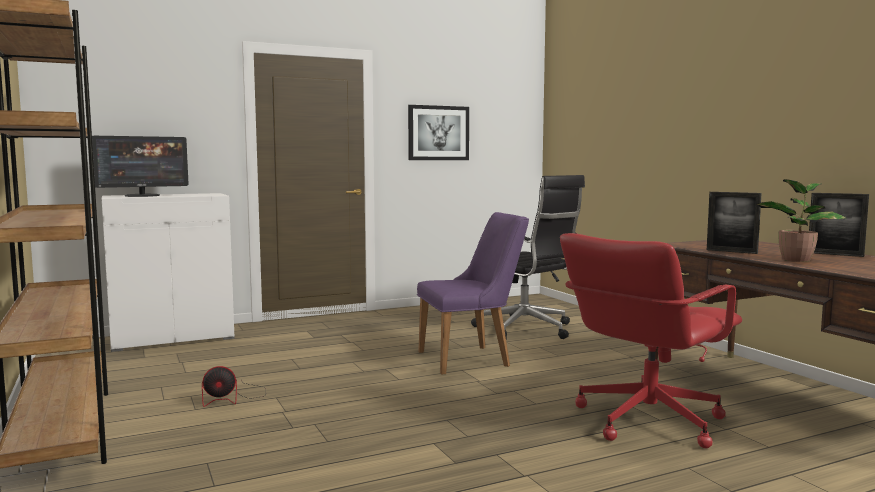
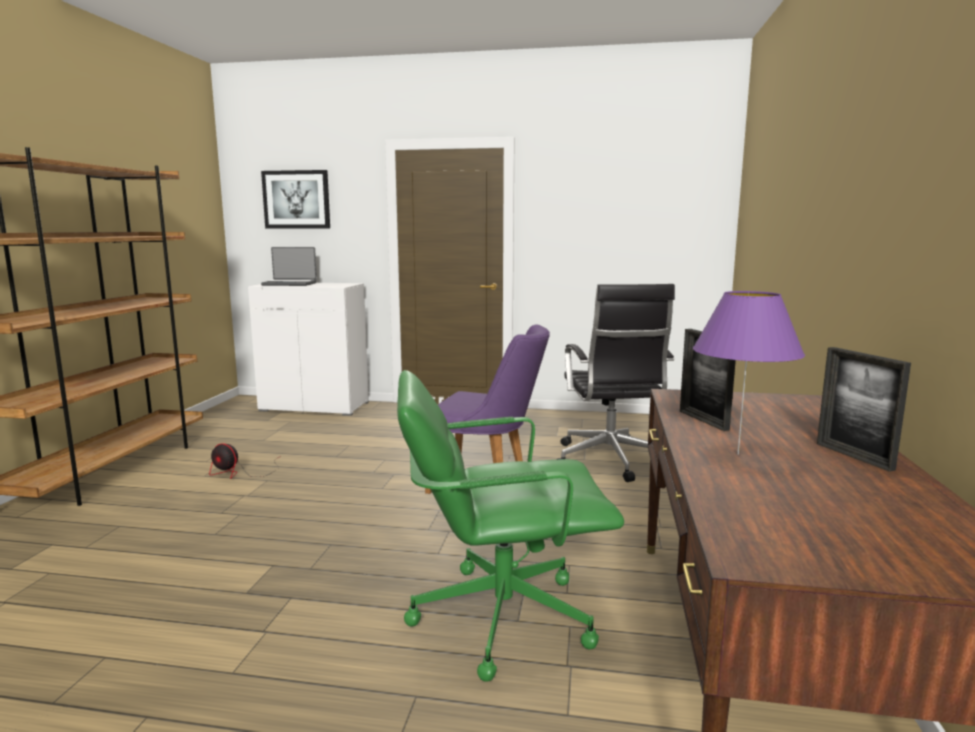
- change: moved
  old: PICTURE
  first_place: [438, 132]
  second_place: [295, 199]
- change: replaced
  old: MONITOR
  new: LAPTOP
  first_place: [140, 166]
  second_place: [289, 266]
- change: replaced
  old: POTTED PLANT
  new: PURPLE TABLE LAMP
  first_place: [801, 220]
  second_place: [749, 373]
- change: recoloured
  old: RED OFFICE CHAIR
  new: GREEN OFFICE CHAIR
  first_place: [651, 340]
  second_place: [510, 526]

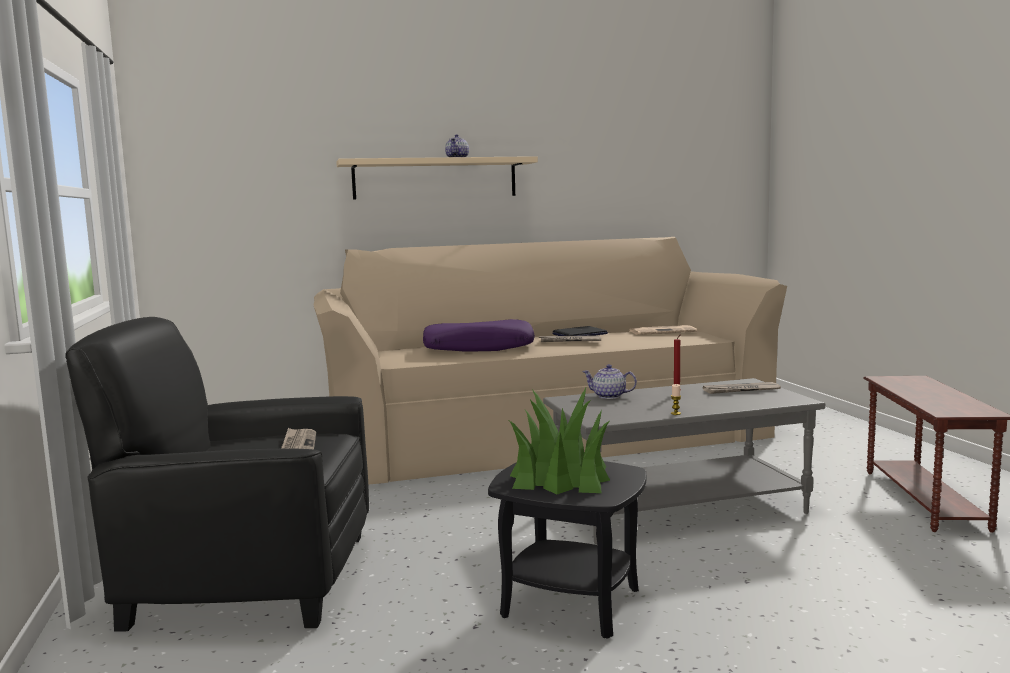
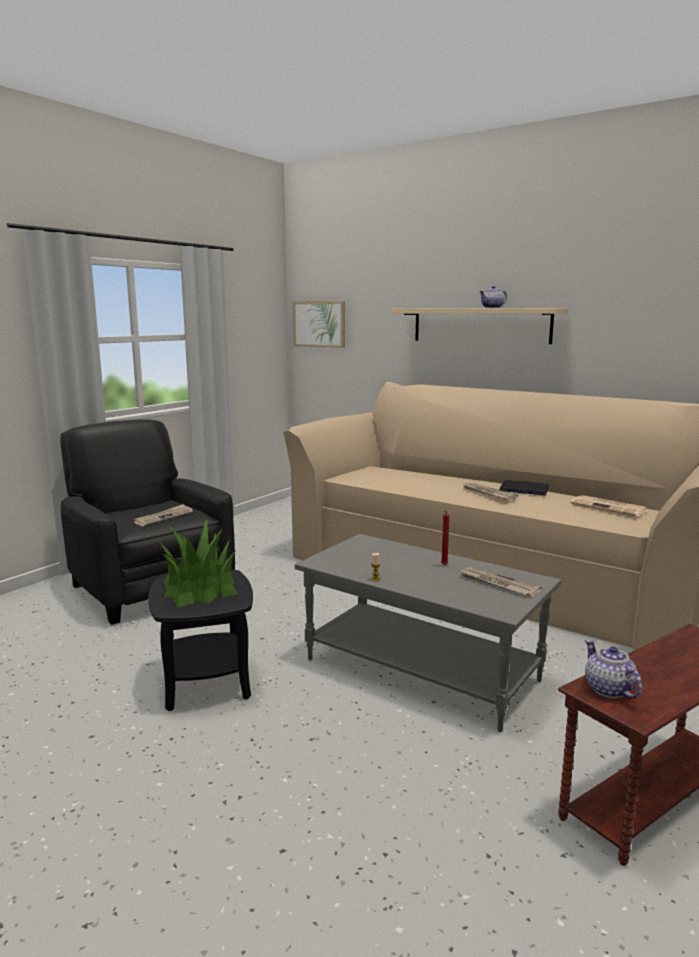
- change: removed
  old: PURPLE PILLOW
  first_place: [479, 335]
- change: moved
  old: TEAPOT
  first_place: [609, 381]
  second_place: [614, 669]
- change: added
  new: PICTURE
  second_place: [319, 324]

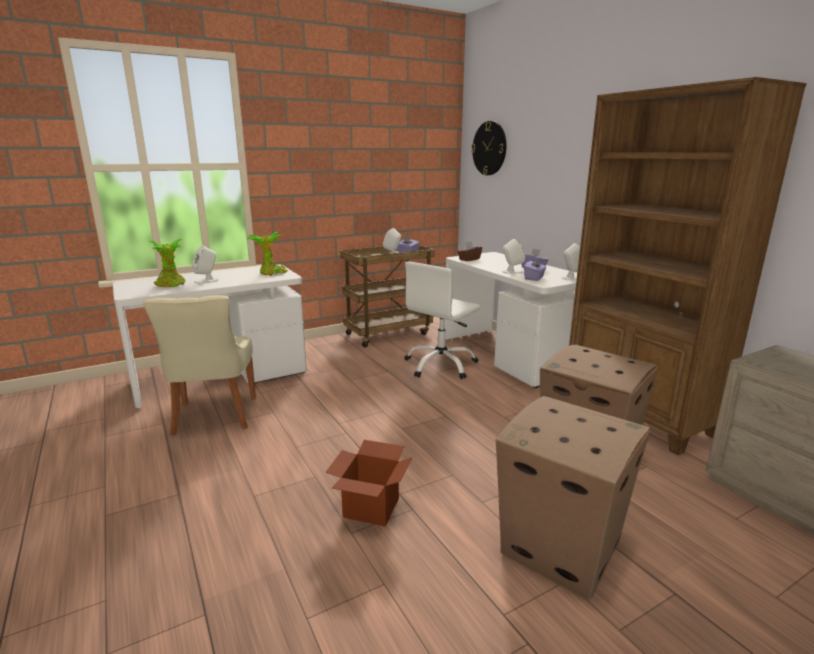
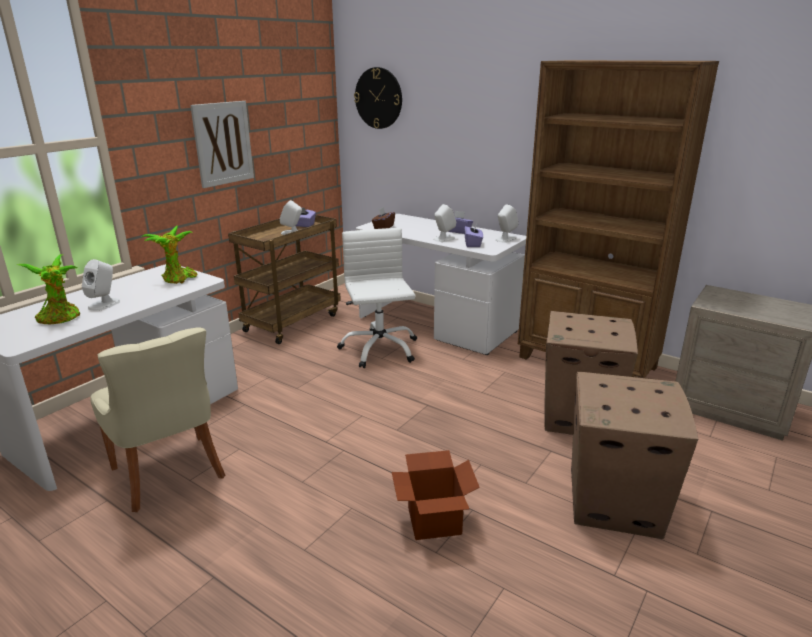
- change: turned
  old: WHITE OFFICE CHAIR
  first_place: [442, 320]
  second_place: [377, 298]
  degrees: 150
- change: added
  new: PICTURE
  second_place: [222, 144]

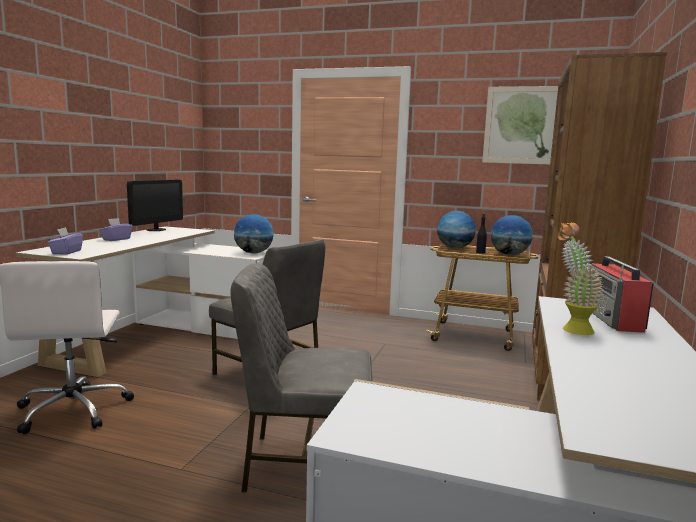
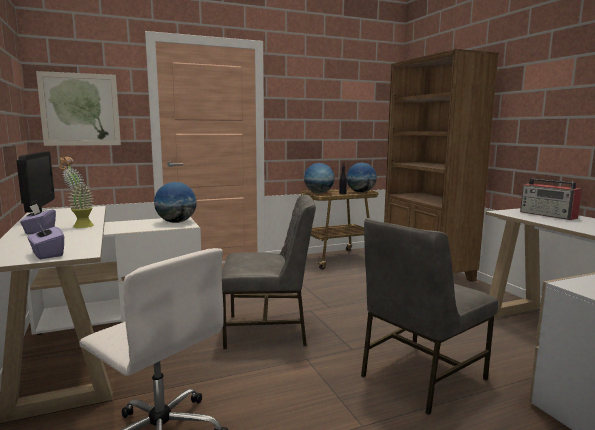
- change: moved
  old: PICTURE
  first_place: [520, 125]
  second_place: [78, 108]
- change: moved
  old: POTTED PLANT
  first_place: [580, 278]
  second_place: [76, 192]

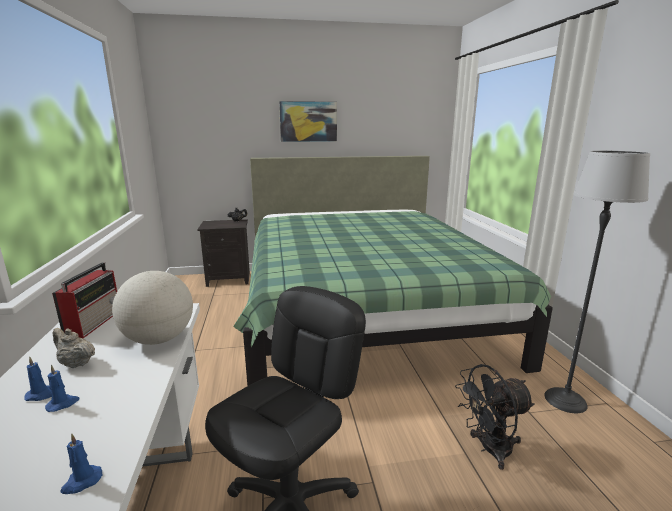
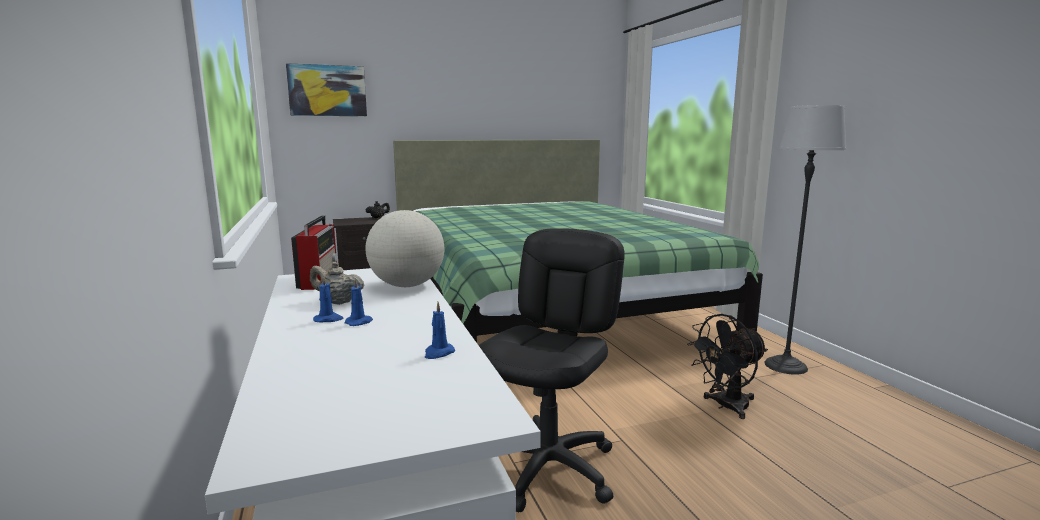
- change: moved
  old: PICTURE
  first_place: [308, 121]
  second_place: [326, 89]

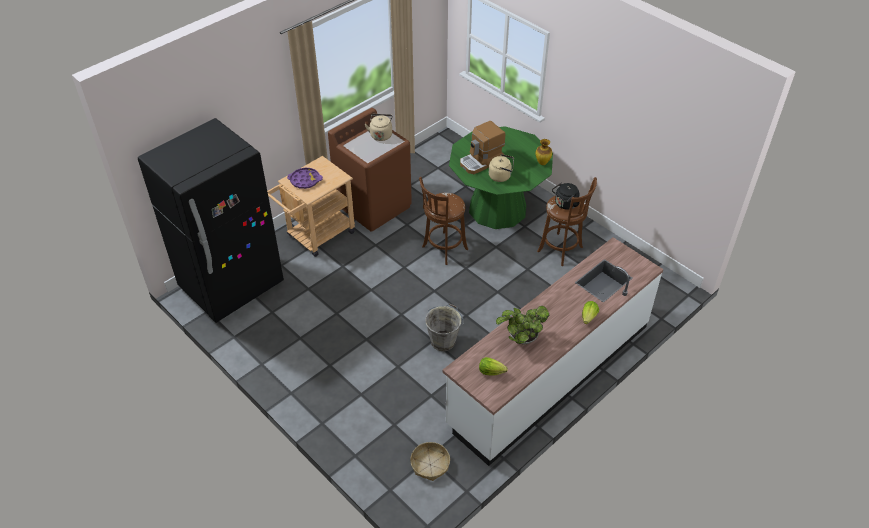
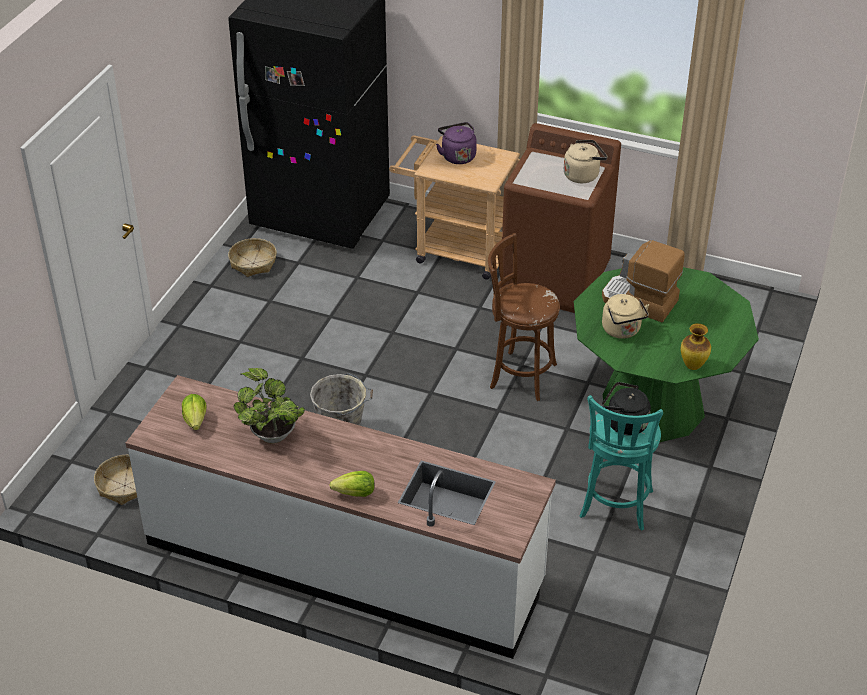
- change: replaced
  old: PURPLE TRAY
  new: PURPLE KETTLE
  first_place: [305, 178]
  second_place: [456, 143]
- change: recoloured
  old: BROWN STOOL
  new: TURQUOISE STOOL
  first_place: [567, 221]
  second_place: [621, 463]
- change: added
  new: BASKET
  second_place: [252, 257]

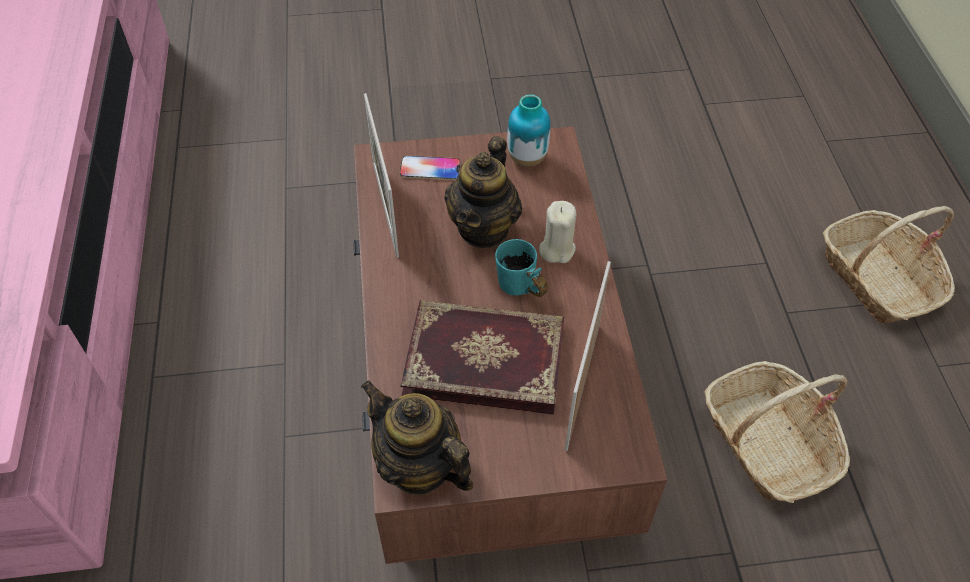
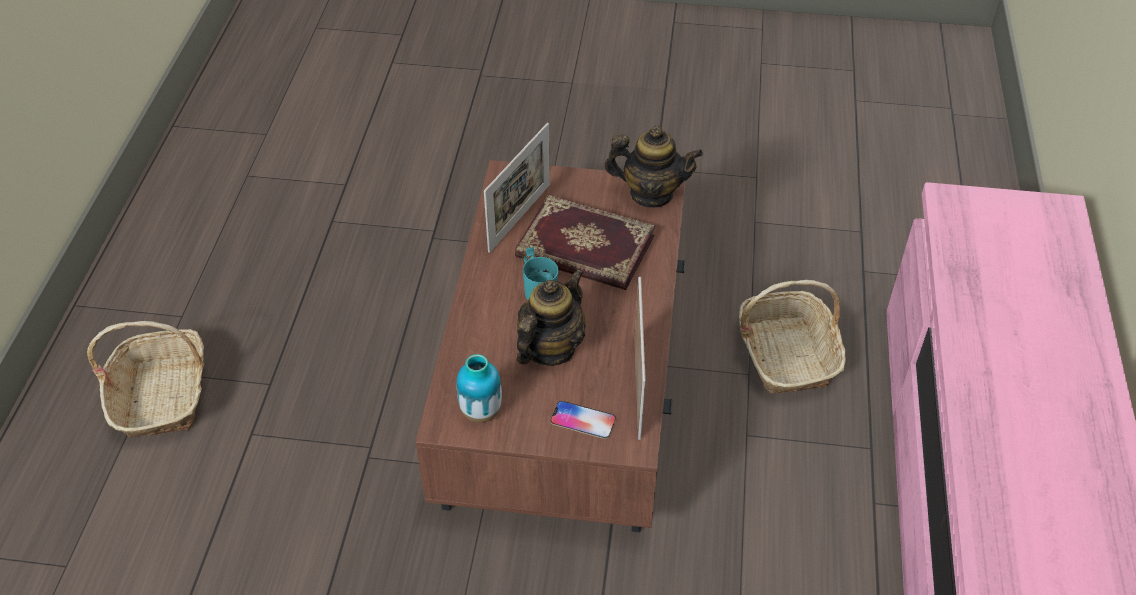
- change: removed
  old: BEIGE CANDLE
  first_place: [557, 232]
- change: moved
  old: BASKET
  first_place: [777, 432]
  second_place: [792, 337]
- change: turned
  old: TEAPOT
  first_place: [417, 437]
  second_place: [653, 167]
  degrees: -45

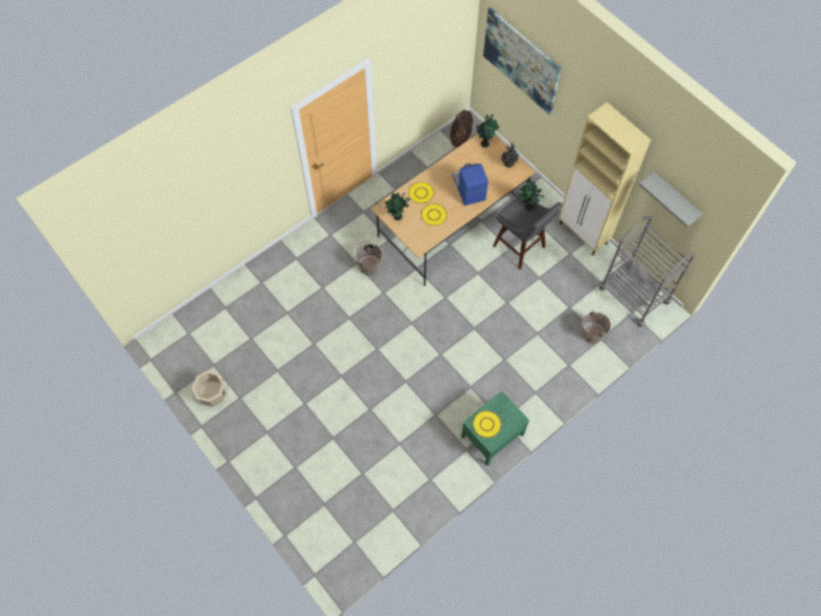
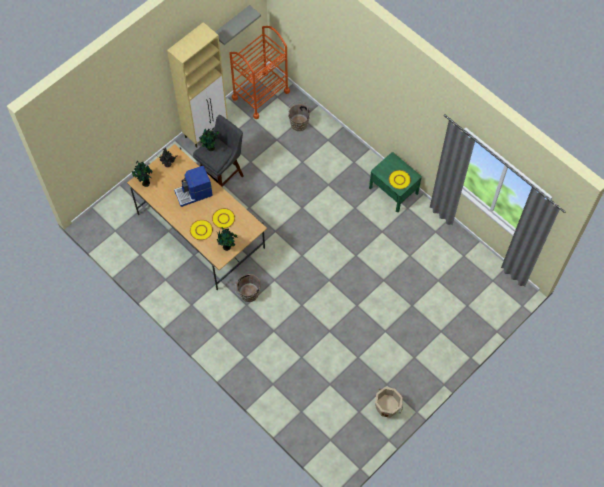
- change: removed
  old: PICTURE
  first_place: [522, 61]
- change: removed
  old: BASKET
  first_place: [461, 128]
- change: recoloured
  old: GREY CART
  new: ORANGE CART
  first_place: [647, 271]
  second_place: [259, 72]

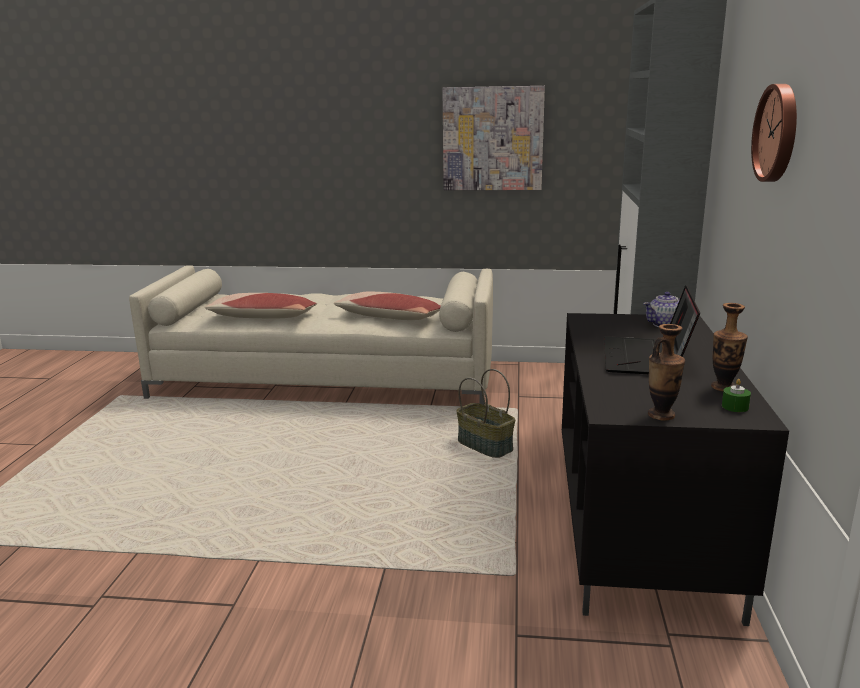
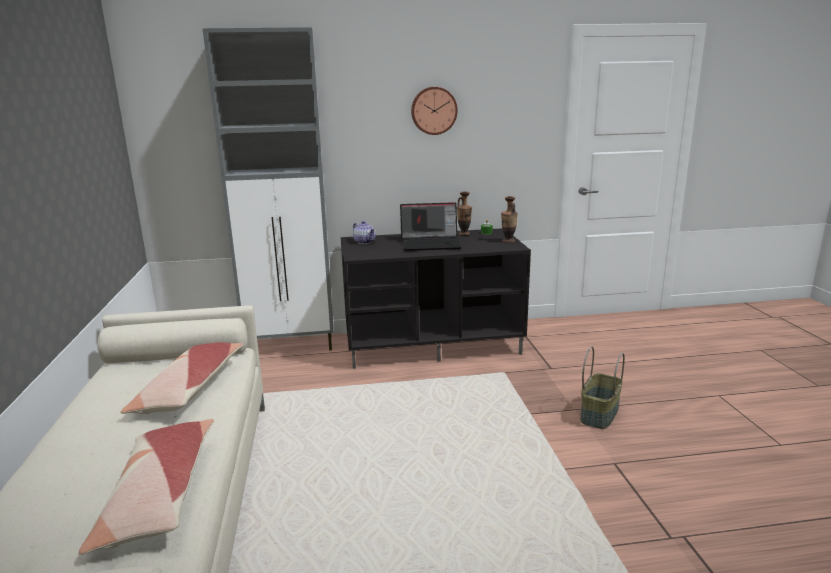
- change: removed
  old: PICTURE
  first_place: [493, 138]
- change: moved
  old: BASKET
  first_place: [485, 413]
  second_place: [602, 387]

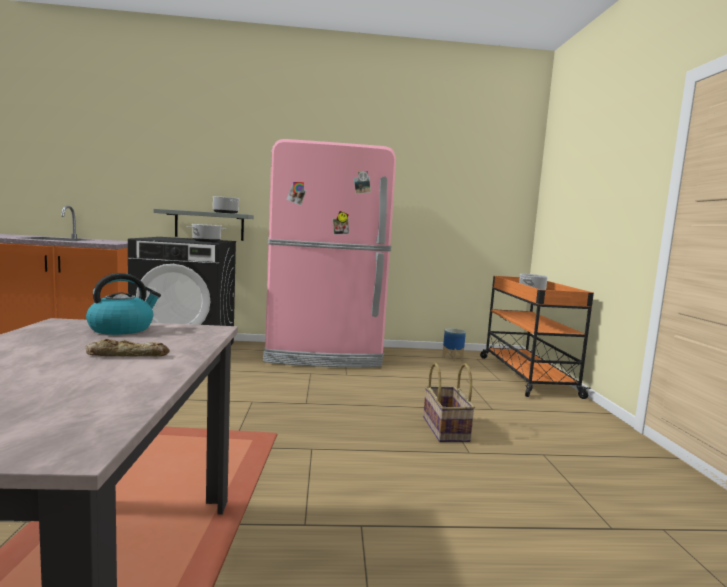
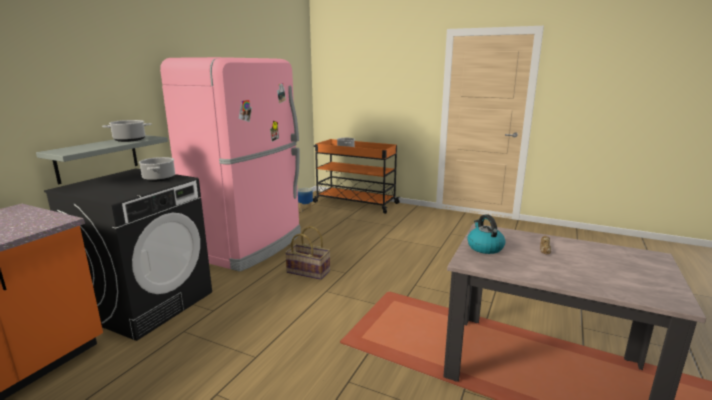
- change: moved
  old: BASKET
  first_place: [449, 402]
  second_place: [307, 253]

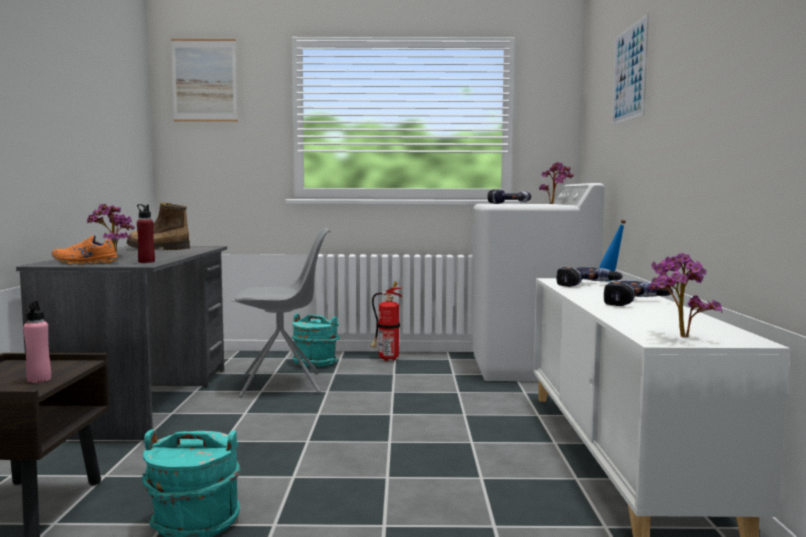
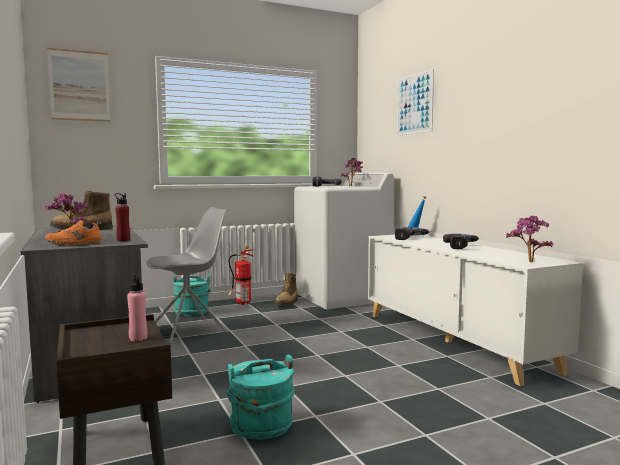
- change: added
  new: BOOT
  second_place: [286, 289]

